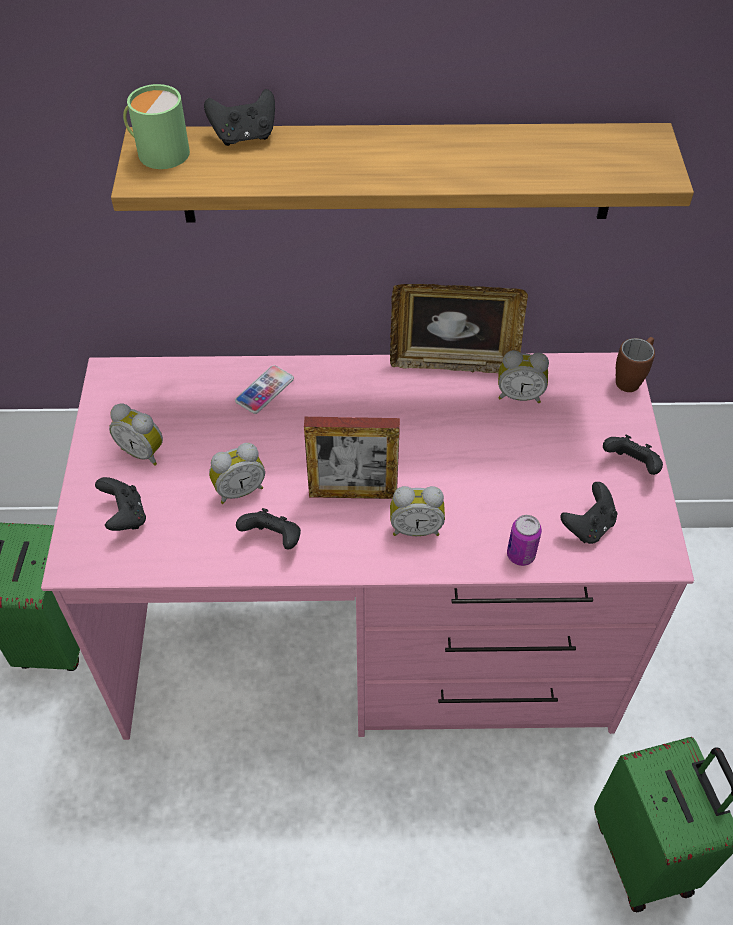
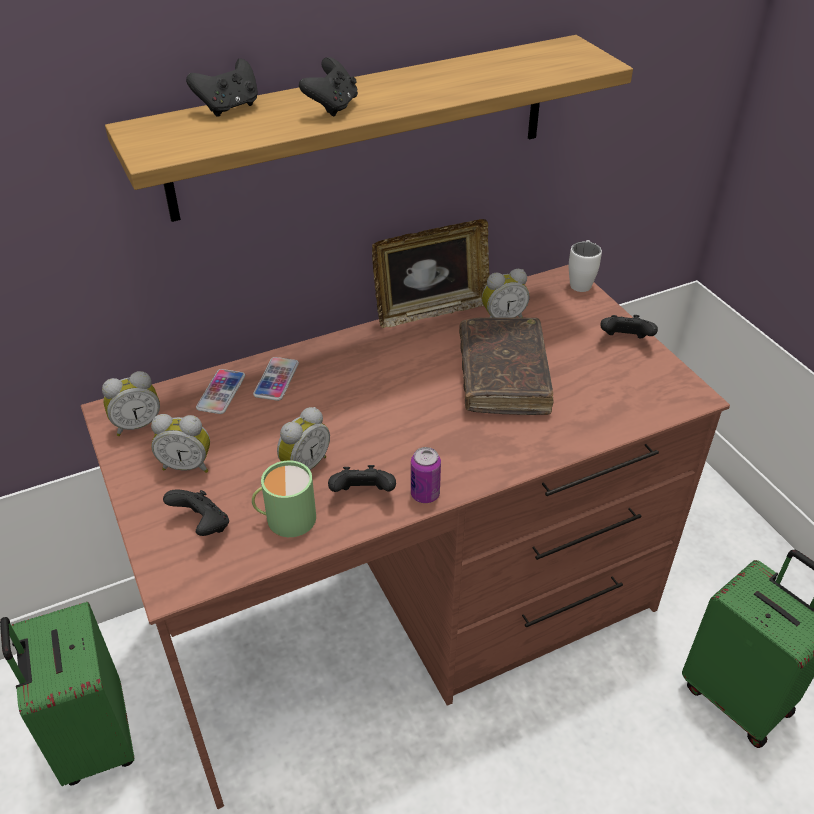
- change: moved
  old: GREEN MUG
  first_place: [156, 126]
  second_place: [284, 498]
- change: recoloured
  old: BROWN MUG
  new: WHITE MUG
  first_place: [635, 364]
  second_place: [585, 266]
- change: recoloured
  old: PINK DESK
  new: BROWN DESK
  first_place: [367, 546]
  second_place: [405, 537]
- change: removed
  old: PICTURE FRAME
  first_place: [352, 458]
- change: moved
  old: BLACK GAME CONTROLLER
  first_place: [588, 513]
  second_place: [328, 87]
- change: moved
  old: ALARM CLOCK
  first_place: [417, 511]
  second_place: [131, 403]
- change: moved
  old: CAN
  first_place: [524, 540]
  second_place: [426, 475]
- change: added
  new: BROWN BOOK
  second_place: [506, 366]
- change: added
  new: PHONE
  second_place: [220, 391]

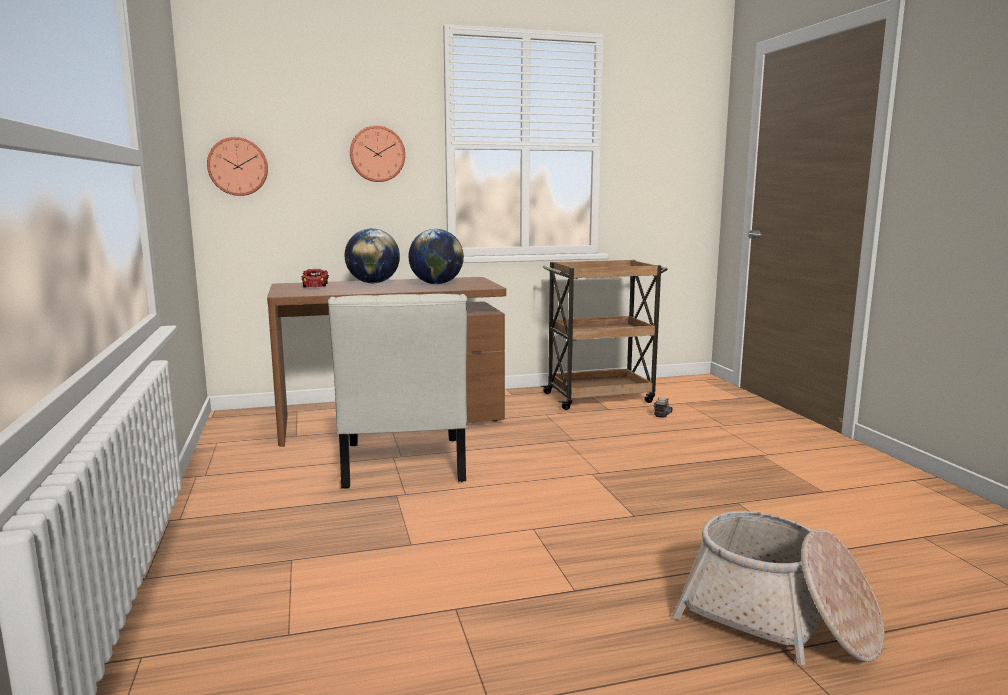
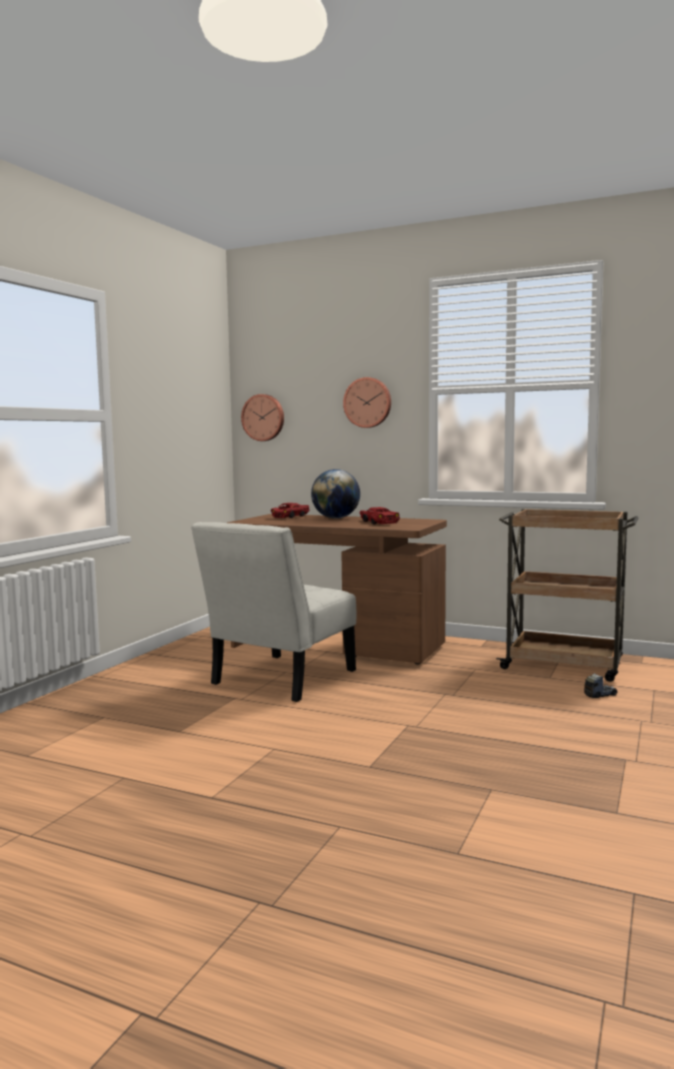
- change: replaced
  old: GLOBE
  new: RED TOY CAR
  first_place: [436, 256]
  second_place: [380, 516]
- change: removed
  old: BASKET
  first_place: [778, 588]

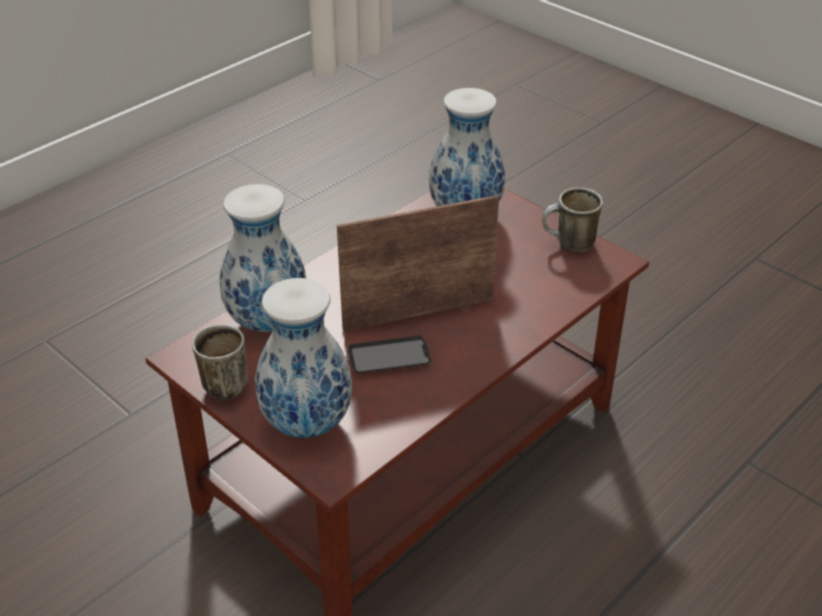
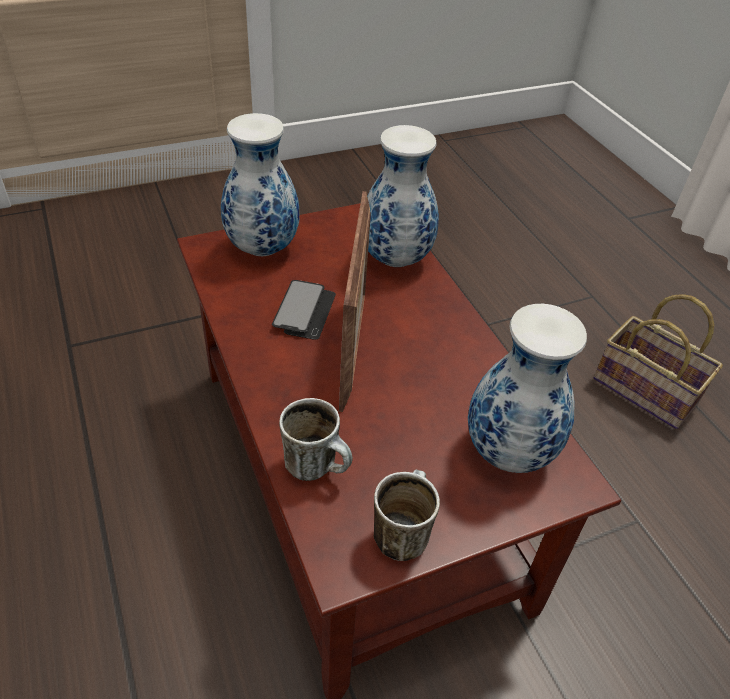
- change: moved
  old: MUG
  first_place: [220, 362]
  second_place: [316, 439]
- change: added
  new: BASKET
  second_place: [658, 361]

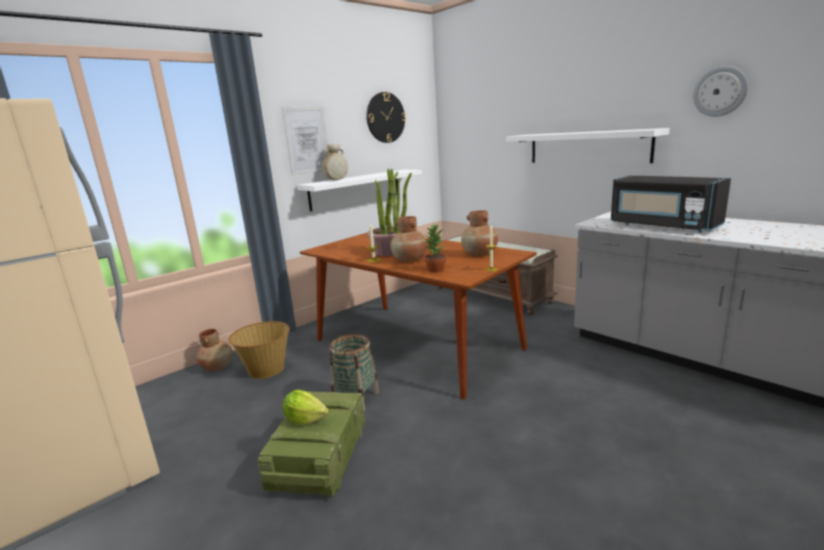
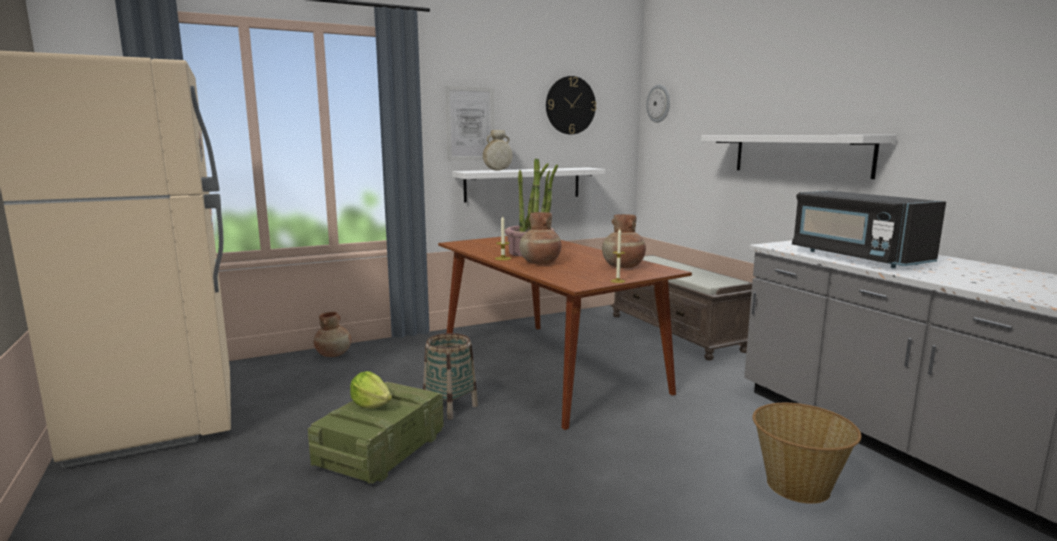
- change: moved
  old: WALL CLOCK
  first_place: [720, 91]
  second_place: [658, 104]
- change: removed
  old: POTTED PLANT
  first_place: [435, 248]
- change: moved
  old: BASKET
  first_place: [259, 350]
  second_place: [807, 453]

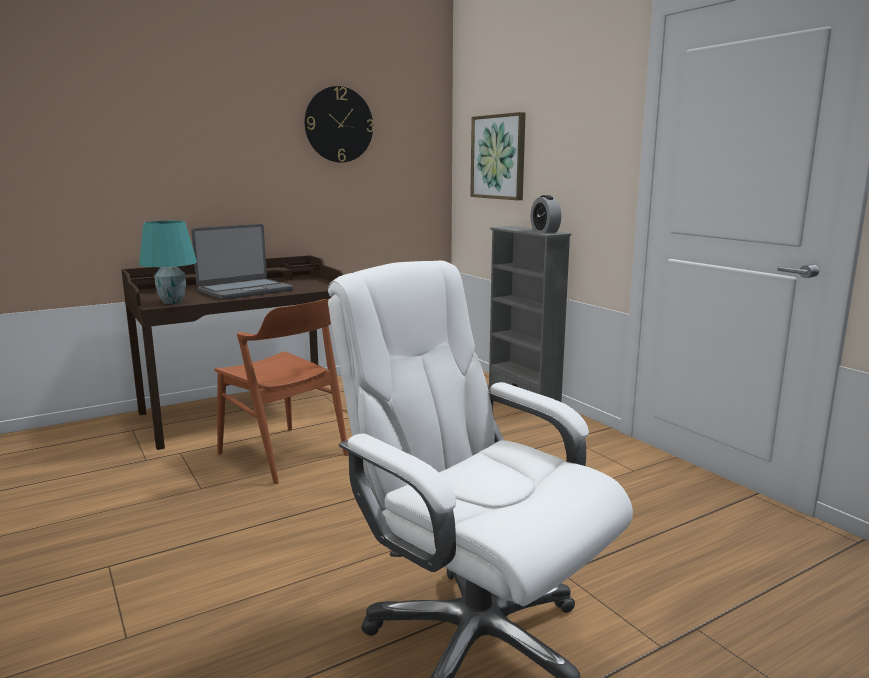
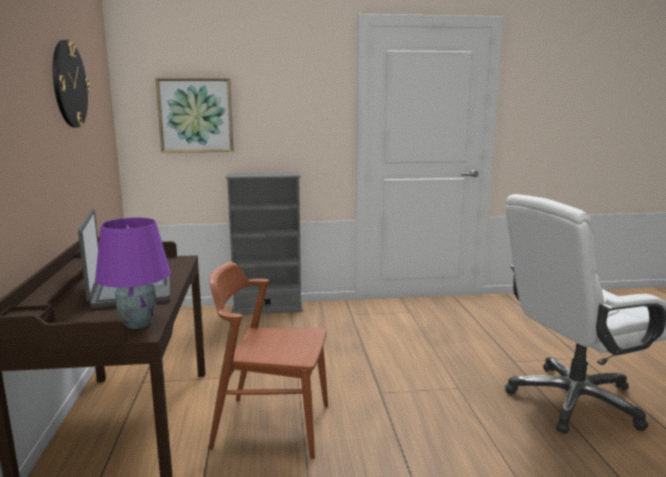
- change: removed
  old: ALARM CLOCK
  first_place: [546, 214]
- change: recoloured
  old: TURQUOISE TABLE LAMP
  new: PURPLE TABLE LAMP
  first_place: [168, 262]
  second_place: [133, 273]
- change: turned
  old: BROWN CHAIR
  first_place: [281, 391]
  second_place: [268, 360]
  degrees: -150

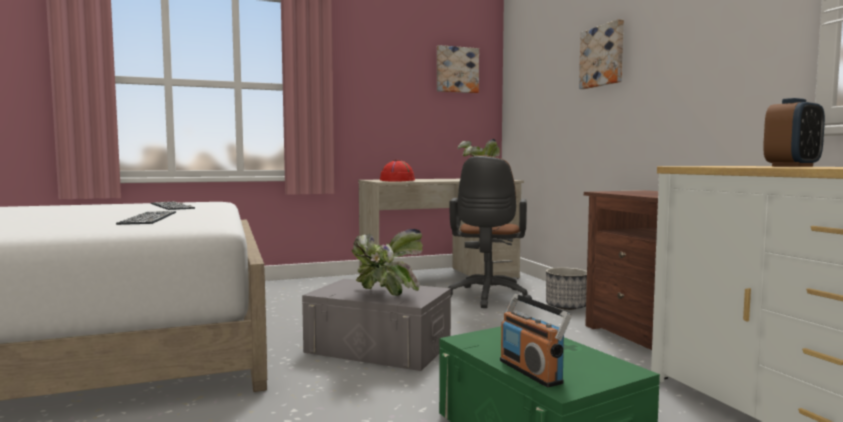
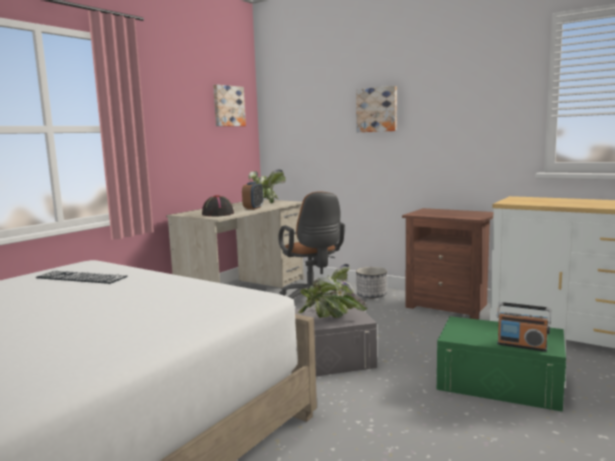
- change: moved
  old: ALARM CLOCK
  first_place: [794, 132]
  second_place: [252, 196]
- change: recoloured
  old: RED HAT
  new: BLACK HAT
  first_place: [397, 171]
  second_place: [218, 205]
- change: removed
  old: KEYBOARD
  first_place: [146, 218]

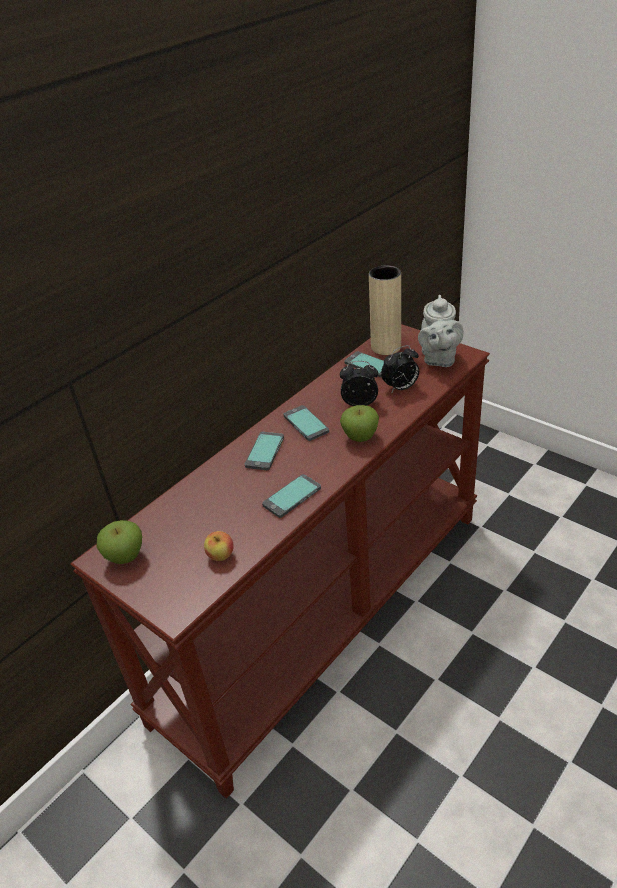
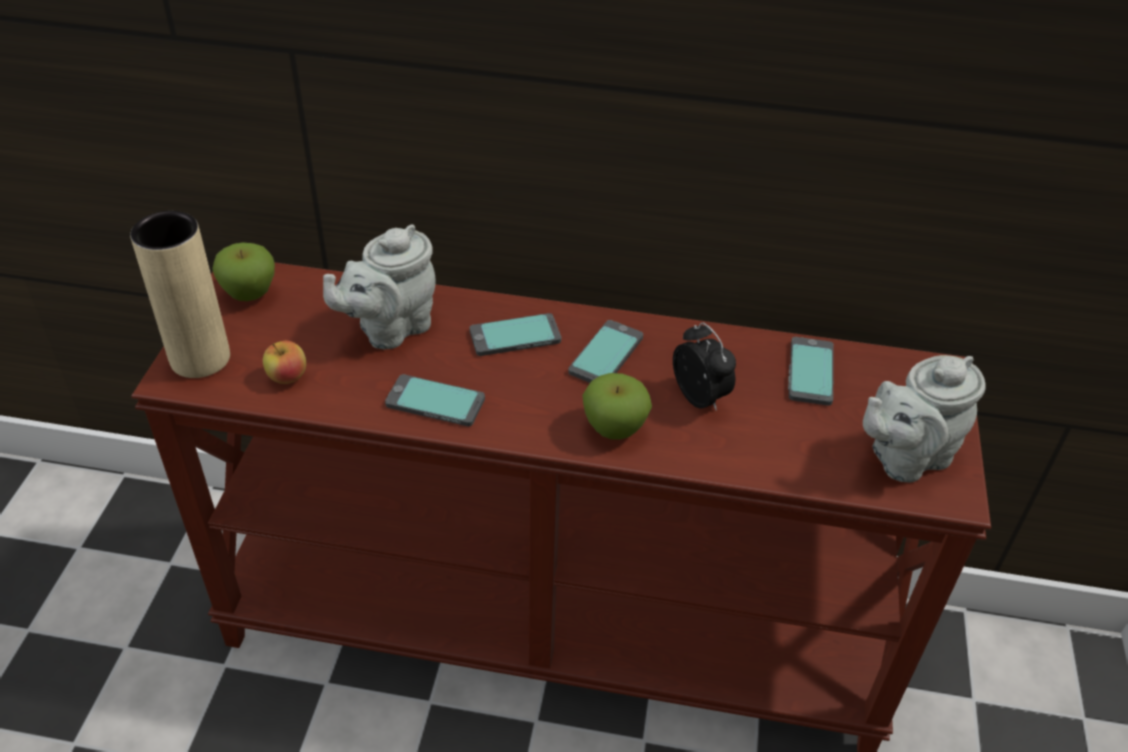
- change: moved
  old: BEIGE VASE
  first_place: [385, 310]
  second_place: [180, 294]
- change: removed
  old: ALARM CLOCK
  first_place: [400, 368]
- change: added
  new: GREY TEAPOT
  second_place: [379, 287]

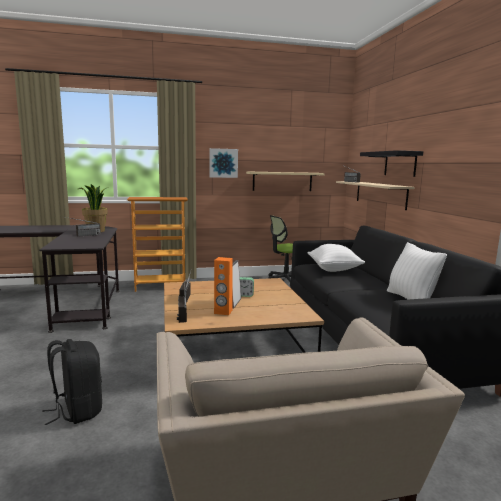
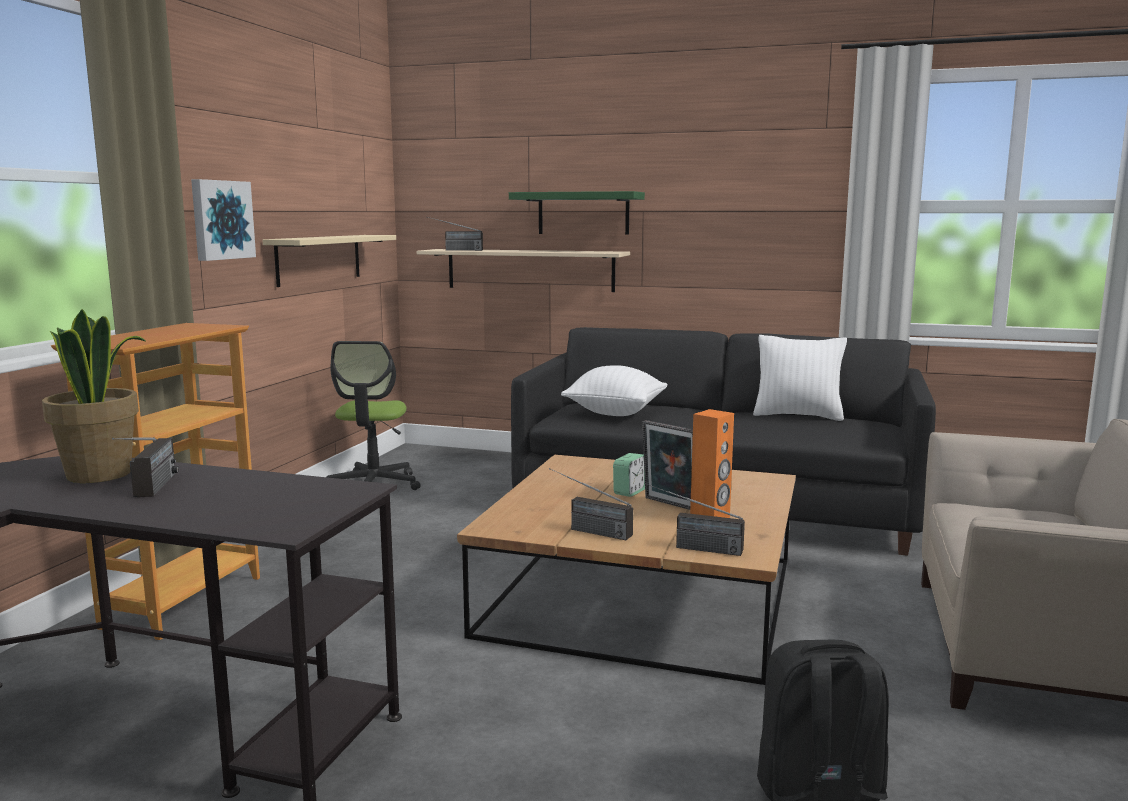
- change: recoloured
  old: BLACK SHELF
  new: GREEN SHELF
  first_place: [391, 163]
  second_place: [577, 213]

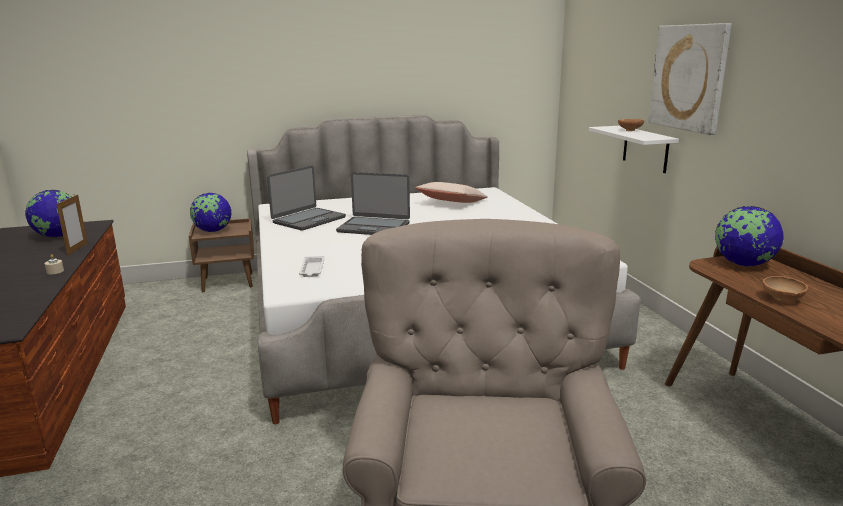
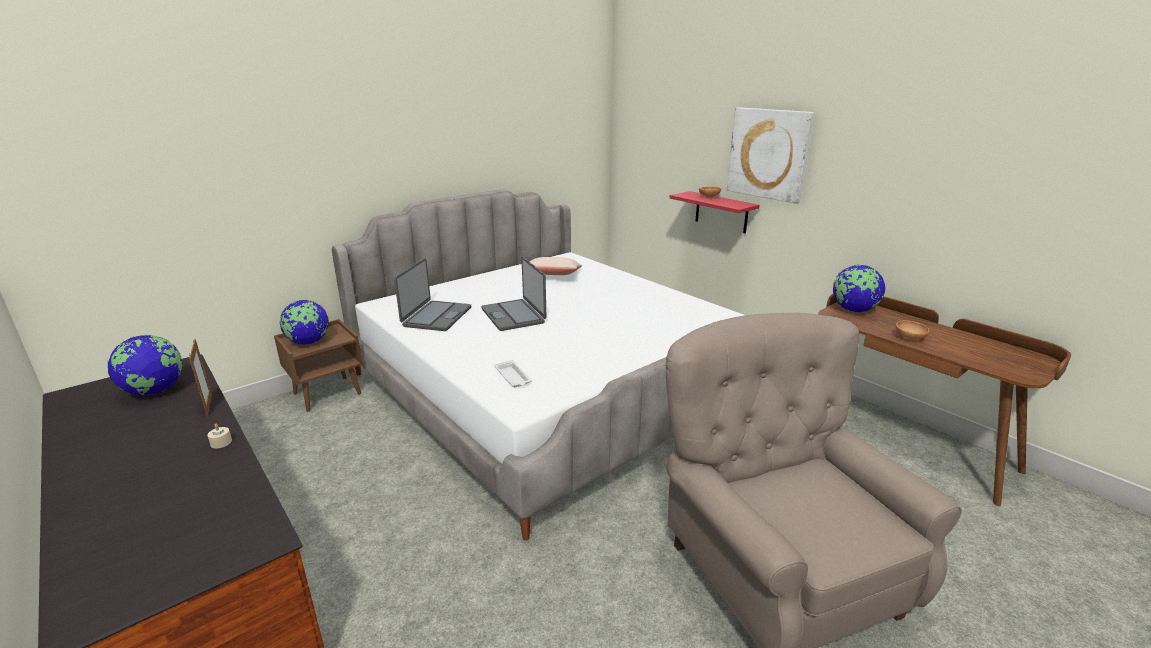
- change: recoloured
  old: WHITE SHELF
  new: RED SHELF
  first_place: [634, 149]
  second_place: [714, 212]
- change: turned
  old: LAPTOP
  first_place: [373, 203]
  second_place: [513, 294]
  degrees: 75

